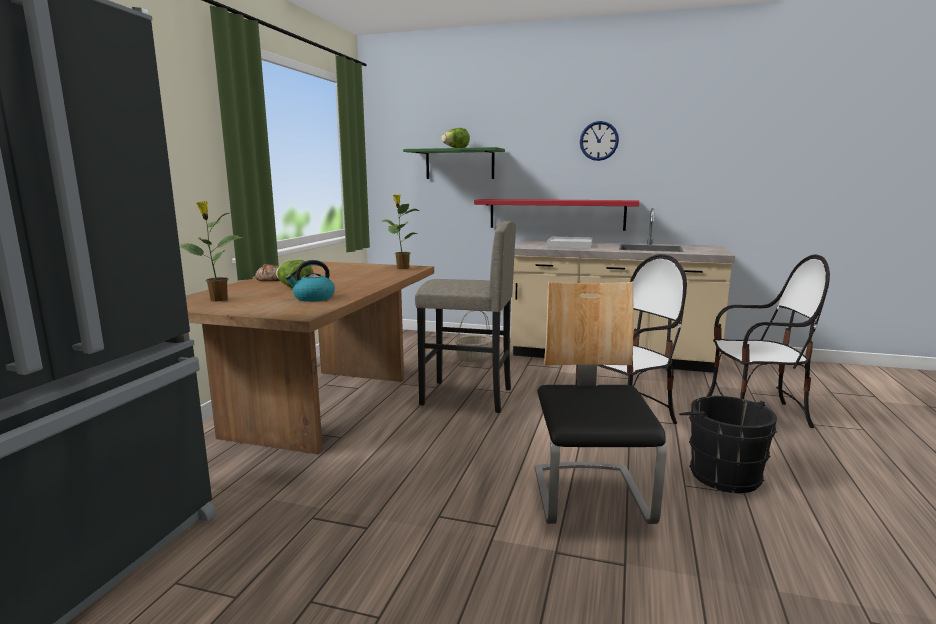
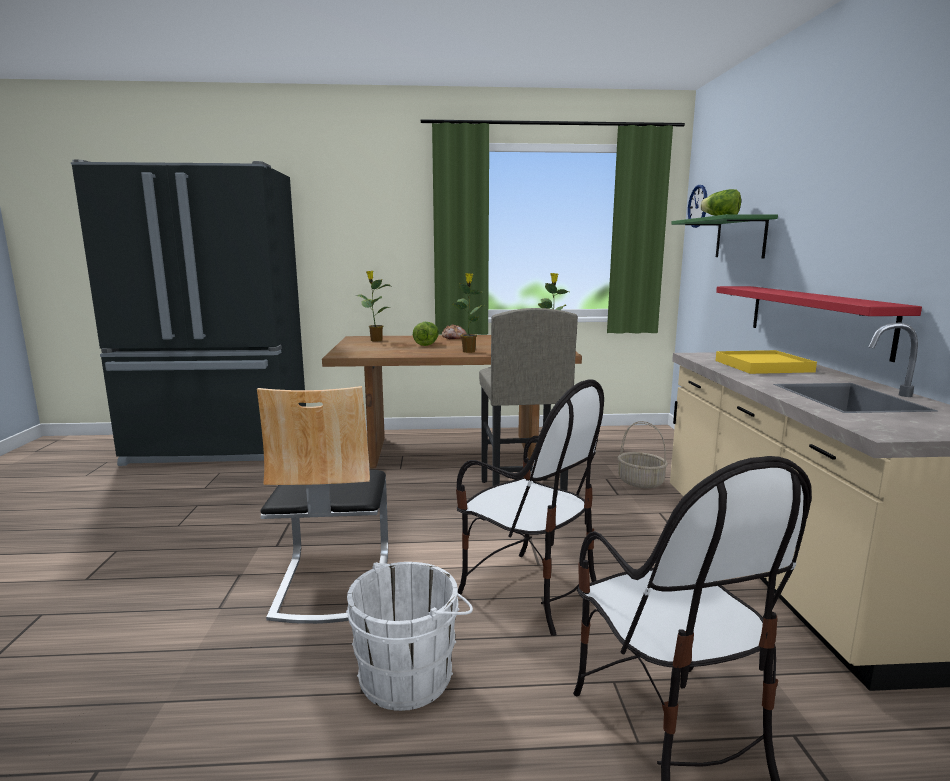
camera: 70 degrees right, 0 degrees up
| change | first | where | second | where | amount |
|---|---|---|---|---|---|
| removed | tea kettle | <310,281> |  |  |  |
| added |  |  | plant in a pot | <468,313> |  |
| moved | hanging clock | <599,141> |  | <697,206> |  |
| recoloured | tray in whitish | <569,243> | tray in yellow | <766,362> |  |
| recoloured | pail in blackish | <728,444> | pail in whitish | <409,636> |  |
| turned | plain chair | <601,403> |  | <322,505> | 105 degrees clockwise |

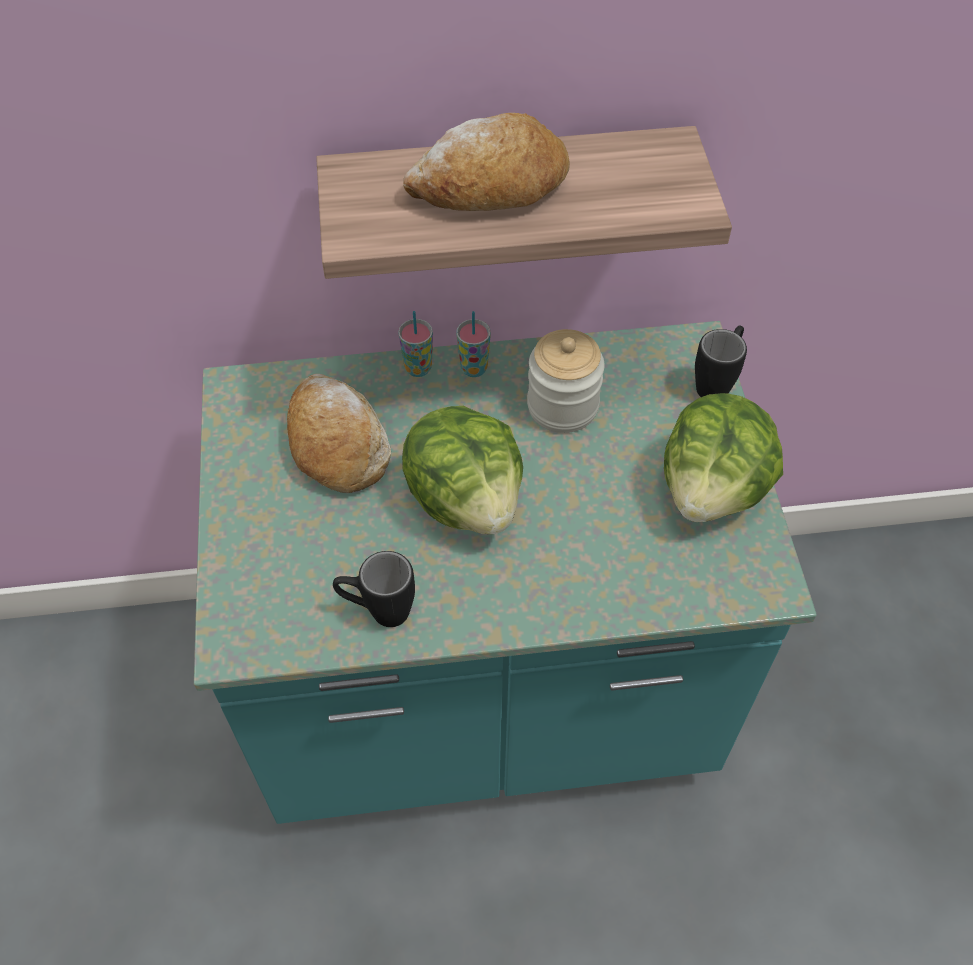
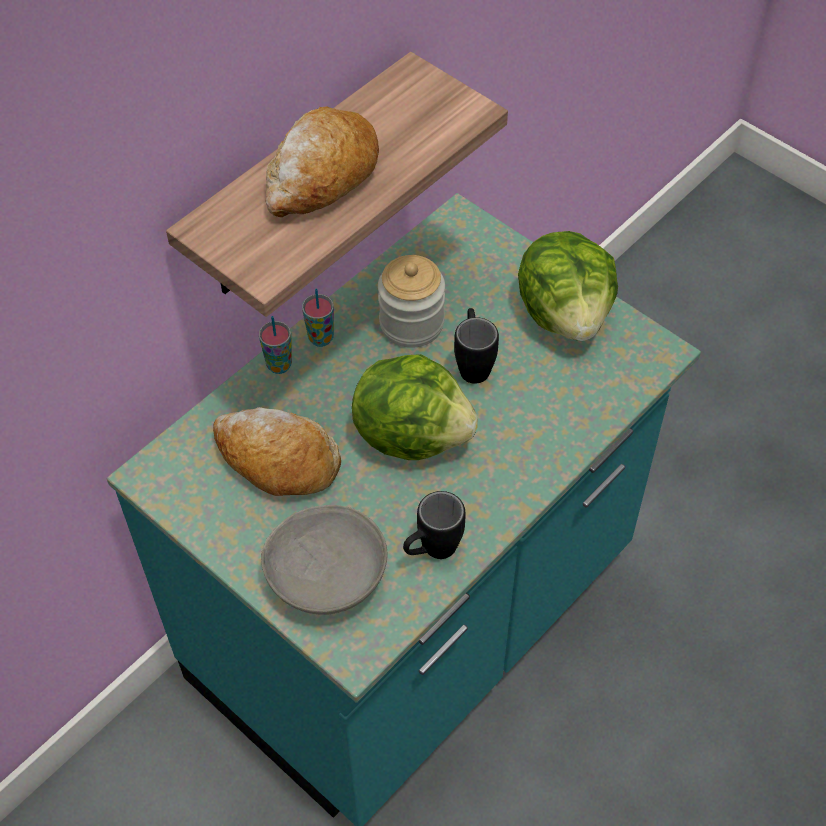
camera: 40 degrees left, 0 degrees up
| change | first | where | second | where | amount |
|---|---|---|---|---|---|
| added |  |  | bowl in greyish | <324,560> |  |
| moved | mug in blackish | <721,361> |  | <476,346> |  |

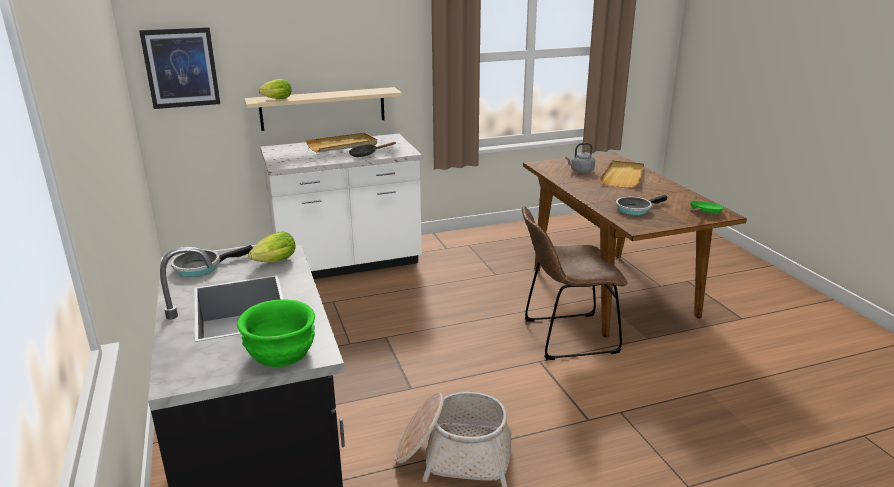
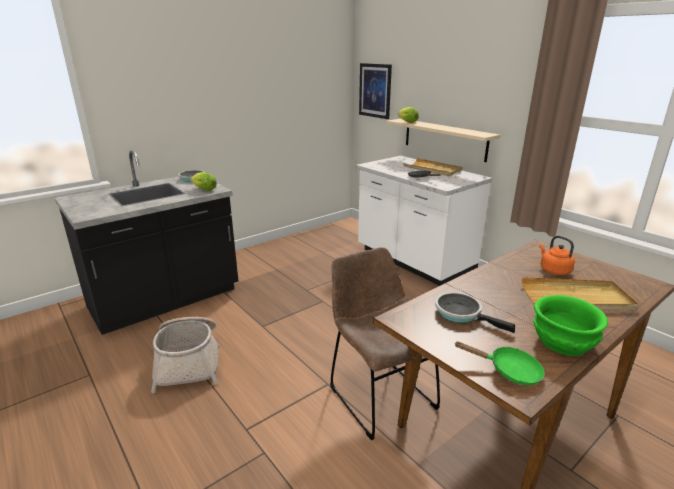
camera: 70 degrees right, 0 degrees up
| change | first | where | second | where | amount |
|---|---|---|---|---|---|
| moved | bowl in green | <276,333> |  | <570,325> |  |
| recoloured | tea kettle in greyish | <580,158> | tea kettle in orange | <557,255> |  |

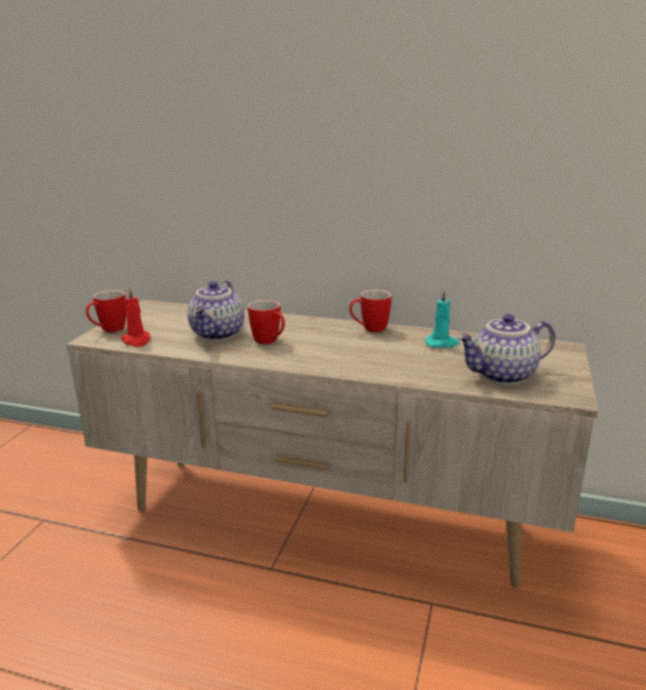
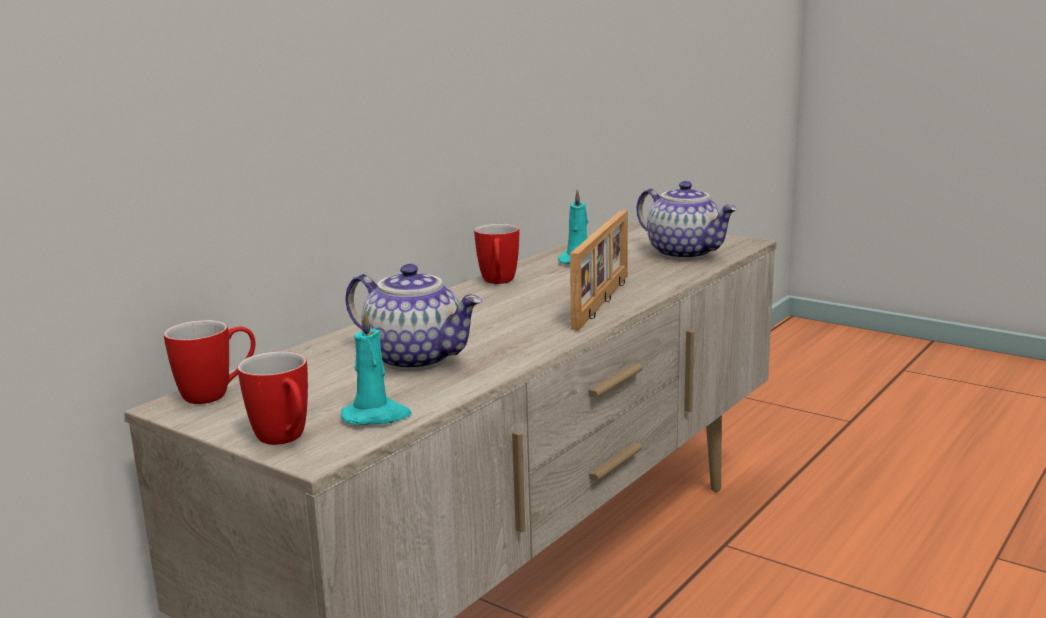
camera: 70 degrees left, 5 degrees down
| change | first | where | second | where | amount |
|---|---|---|---|---|---|
| added |  |  | photo frame | <599,270> |  |
| moved | mug | <266,322> |  | <209,362> |  |
| recoloured | wax candle in red | <136,317> | wax candle in turquoise-coloured | <376,367> |  |
| turned | pot for tea | <506,349> |  | <686,220> | 45 degrees counterclockwise |

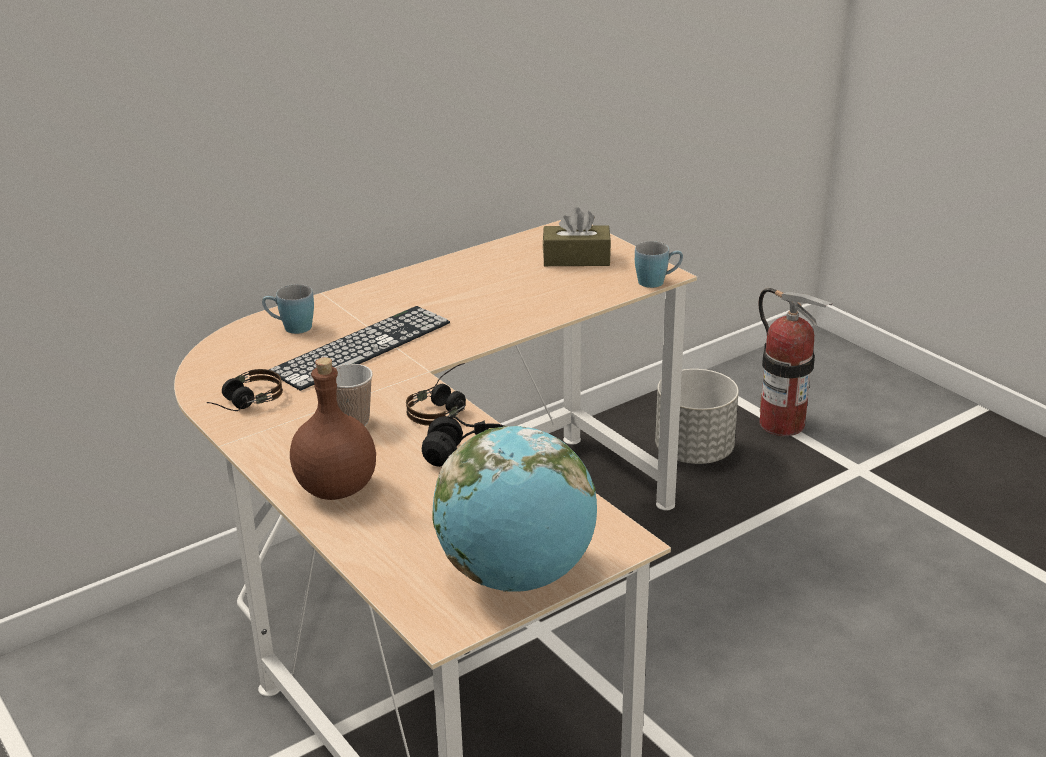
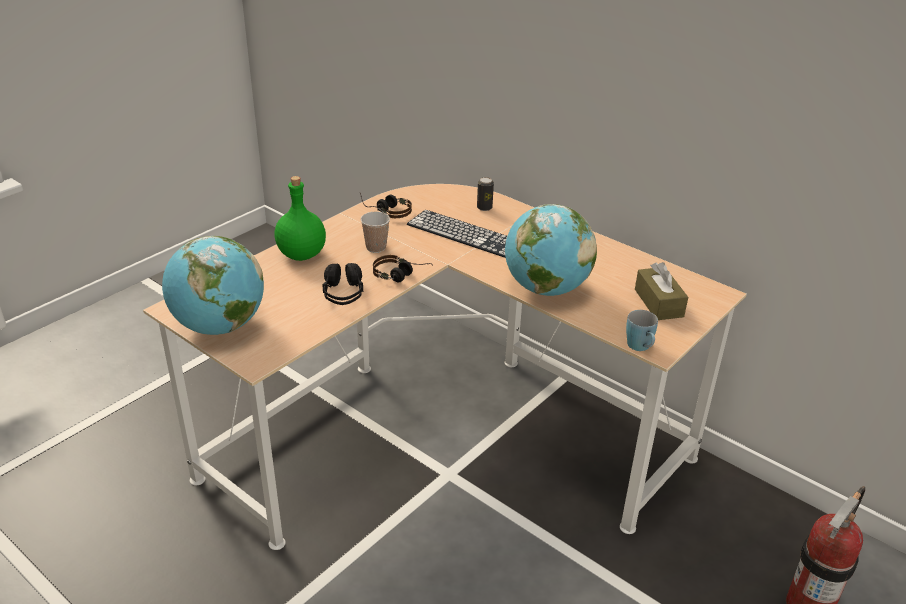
camera: 75 degrees right, 5 degrees up
| change | first | where | second | where | amount |
|---|---|---|---|---|---|
| removed | plant pot in greyish | <697,416> |  |  |  |
| added |  |  | globe | <551,250> |  |
| replaced | mug in bluish | <288,309> | metal can | <485,194> |  |
| recoloured | drink bottle in brown-coloured | <333,428> | drink bottle in green | <300,218> |  |

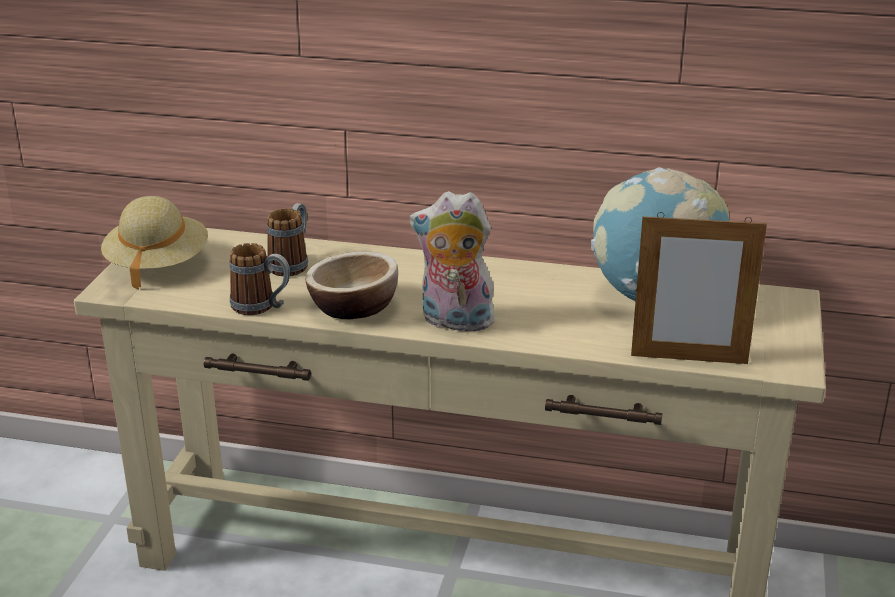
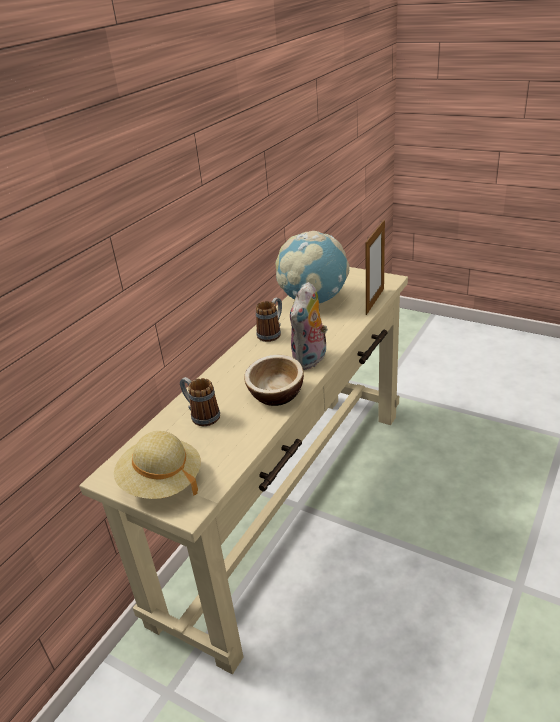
camera: 70 degrees left, 5 degrees up
| change | first | where | second | where | amount |
|---|---|---|---|---|---|
| moved | mug | <259,279> |  | <269,320> |  |

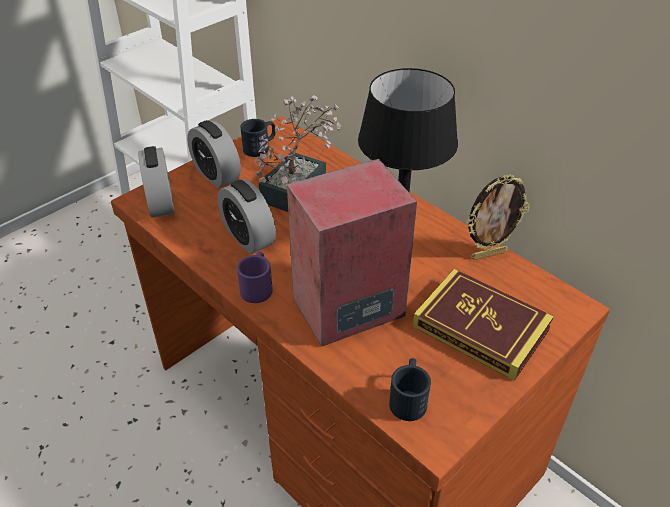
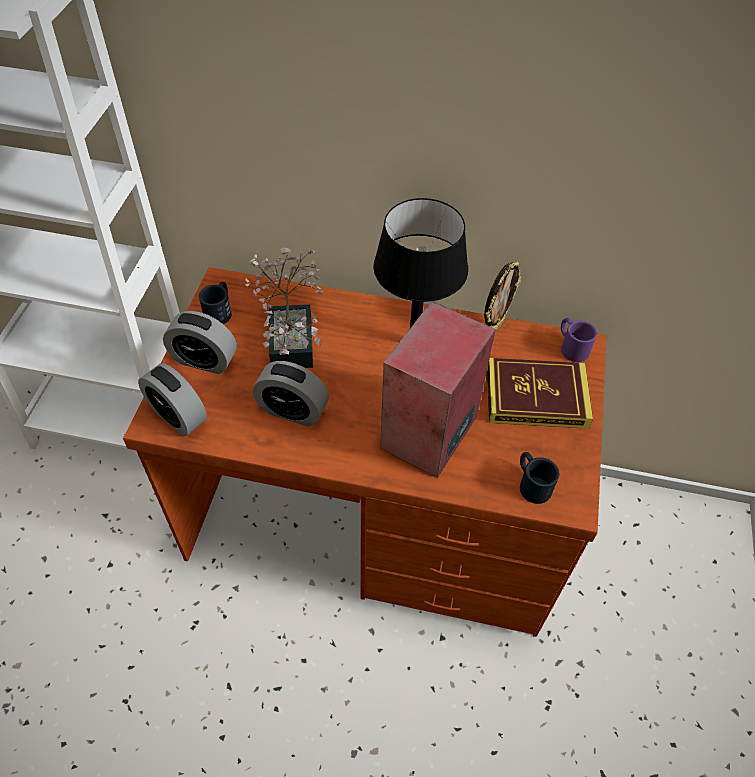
camera: 35 degrees left, 10 degrees up
| change | first | where | second | where | amount |
|---|---|---|---|---|---|
| moved | mug in purple | <255,277> |  | <579,340> |  |

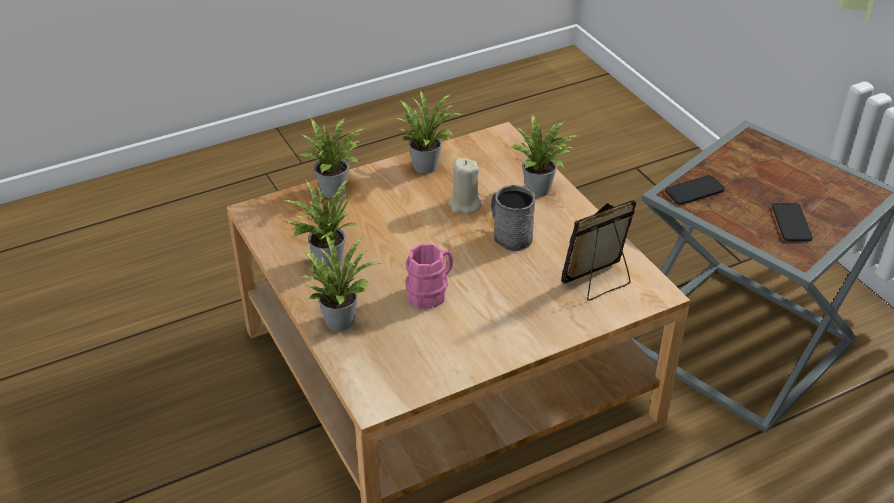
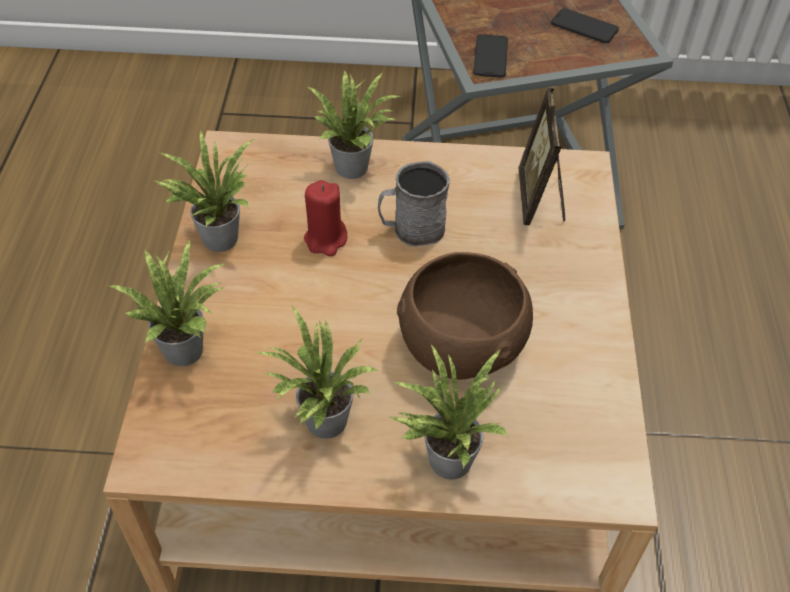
camera: 60 degrees left, 10 degrees up
| change | first | where | second | where | amount |
|---|---|---|---|---|---|
| replaced | mug in pink | <429,276> | bowl in brown-coloured | <465,316> |  |
| recoloured | wax candle in beige | <465,185> | wax candle in red | <325,218> |  |

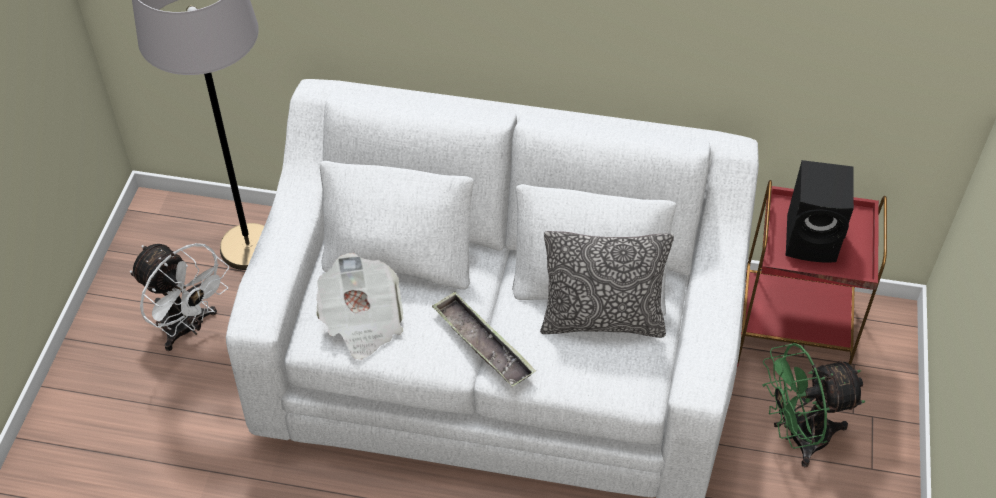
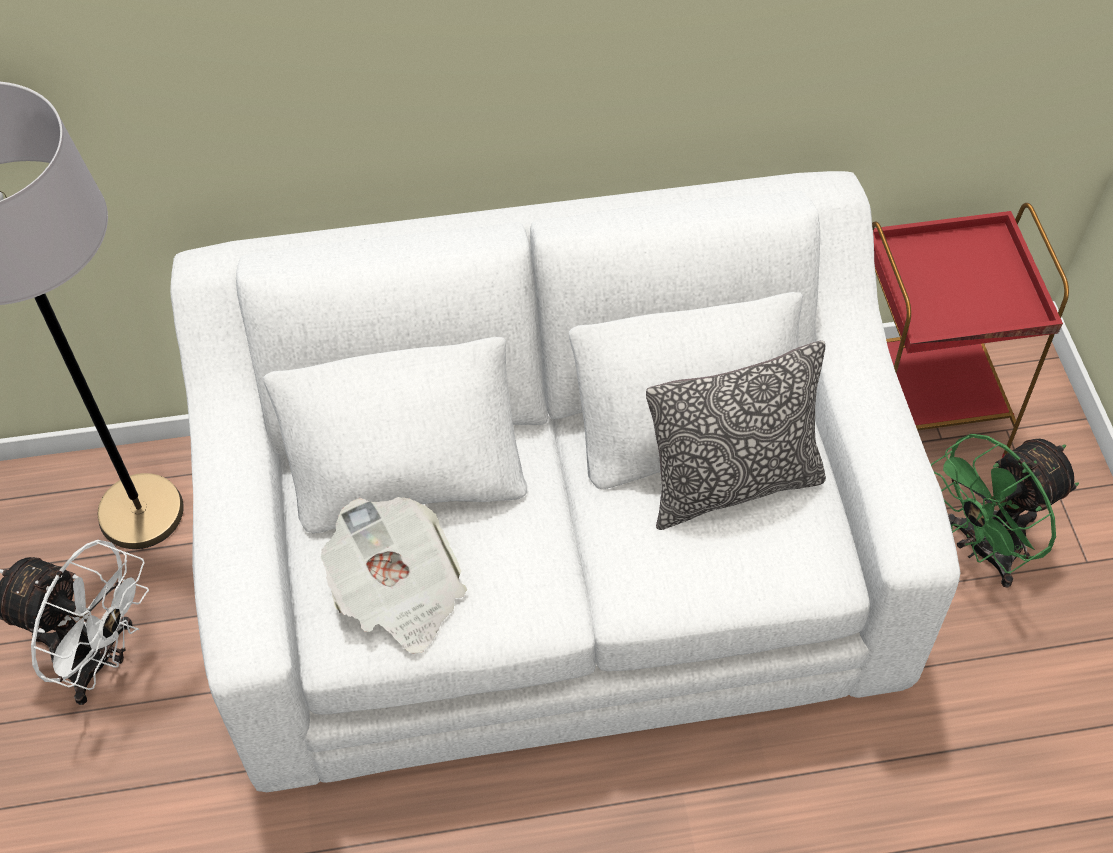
camera: 20 degrees left, 5 degrees up
| change | first | where | second | where | amount |
|---|---|---|---|---|---|
| removed | tray | <484,339> |  |  |  |
| removed | audio speaker in blackish | <820,211> |  |  |  |

